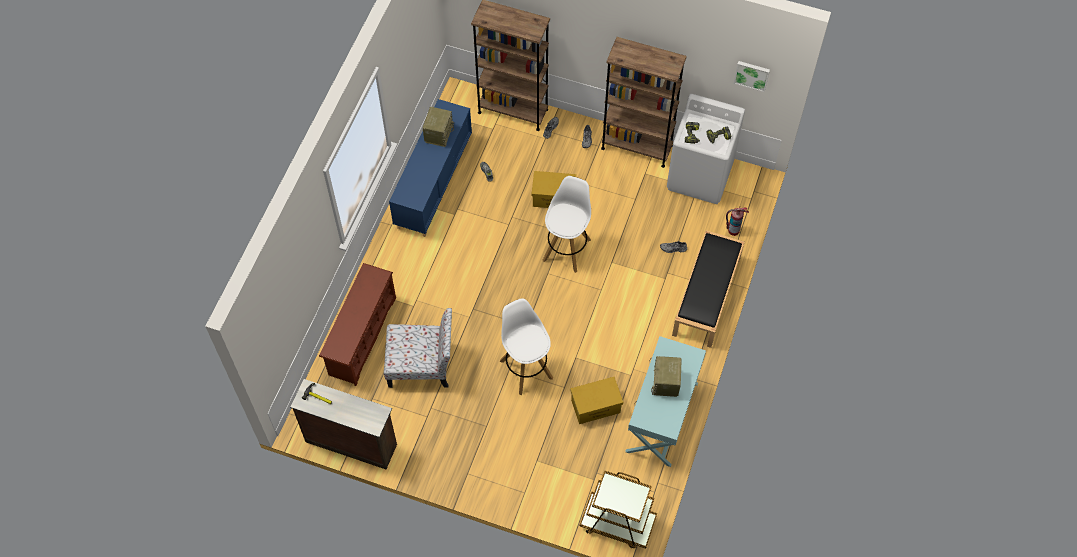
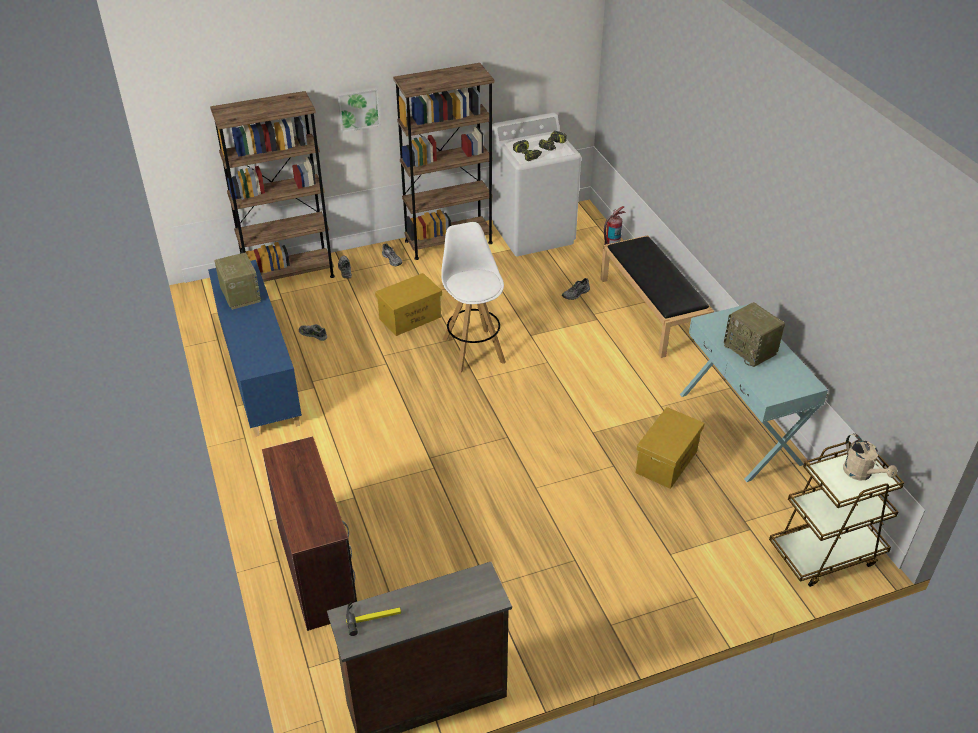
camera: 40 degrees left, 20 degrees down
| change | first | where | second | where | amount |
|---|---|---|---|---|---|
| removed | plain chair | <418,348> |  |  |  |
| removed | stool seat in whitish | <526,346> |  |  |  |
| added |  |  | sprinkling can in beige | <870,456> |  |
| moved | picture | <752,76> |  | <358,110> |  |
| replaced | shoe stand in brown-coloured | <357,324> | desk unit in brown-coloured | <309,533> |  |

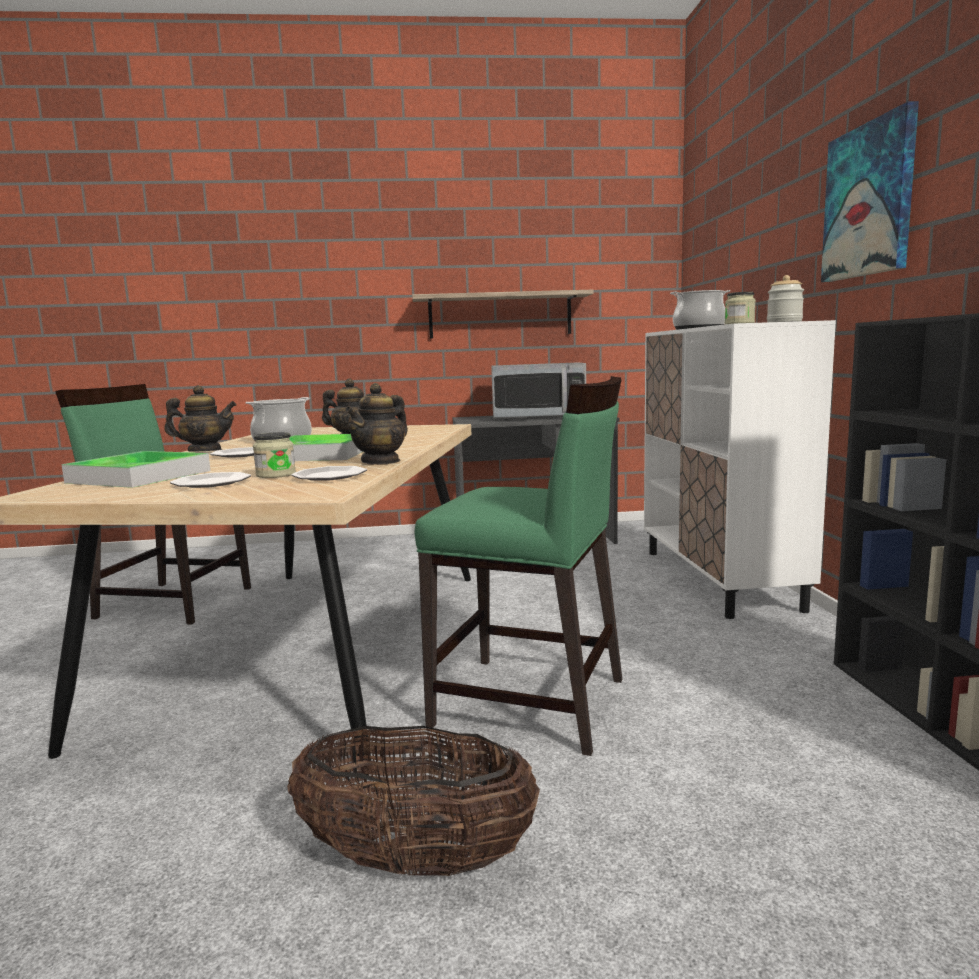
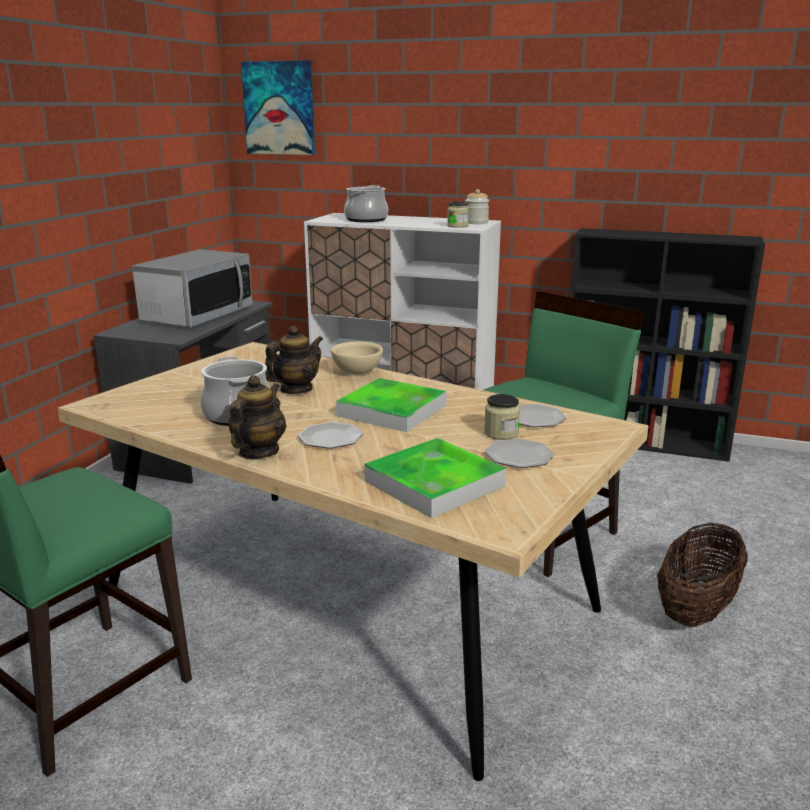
camera: 65 degrees left, 10 degrees up
| change | first | where | second | where | amount |
|---|---|---|---|---|---|
| removed | pot for tea | <376,424> |  |  |  |
| removed | bracket shelf | <502,314> |  |  |  |
| added |  |  | bowl in beige | <357,358> |  |
| moved | picture | <870,191> |  | <278,107> |  |

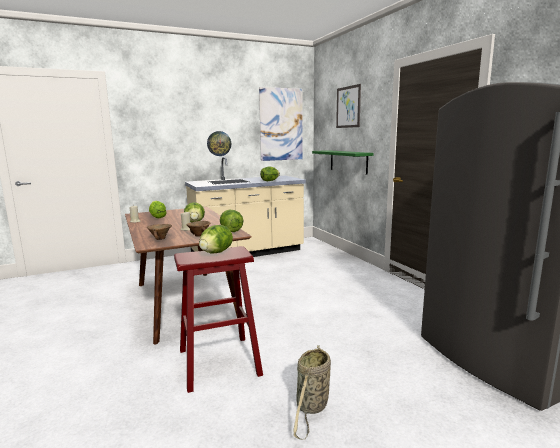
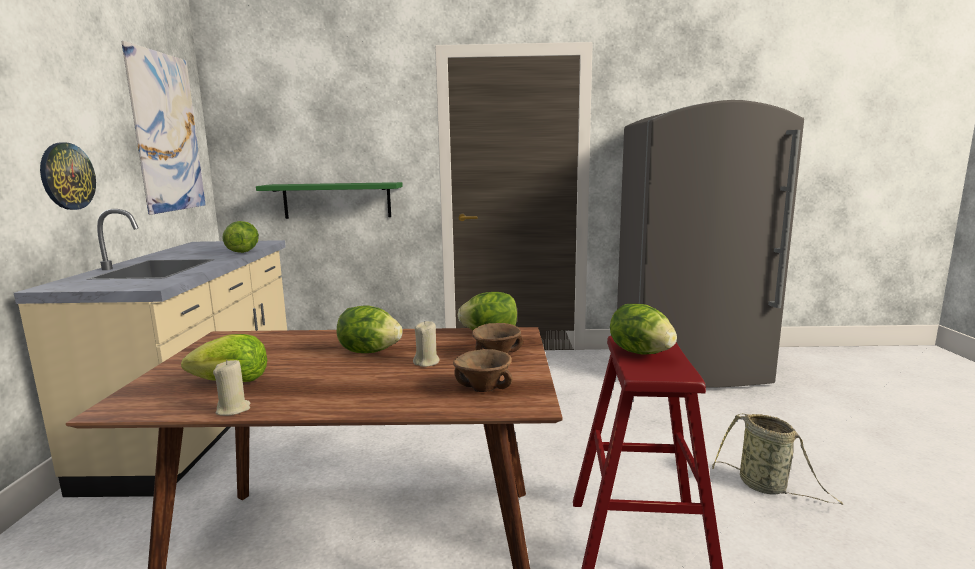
camera: 65 degrees left, 0 degrees up
| change | first | where | second | where | amount |
|---|---|---|---|---|---|
| removed | picture | <348,106> |  |  |  |

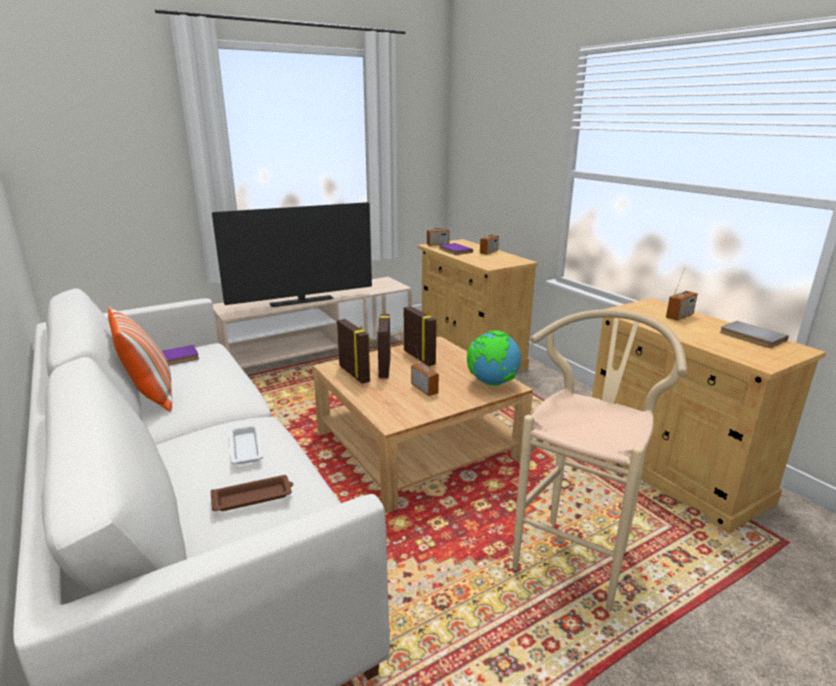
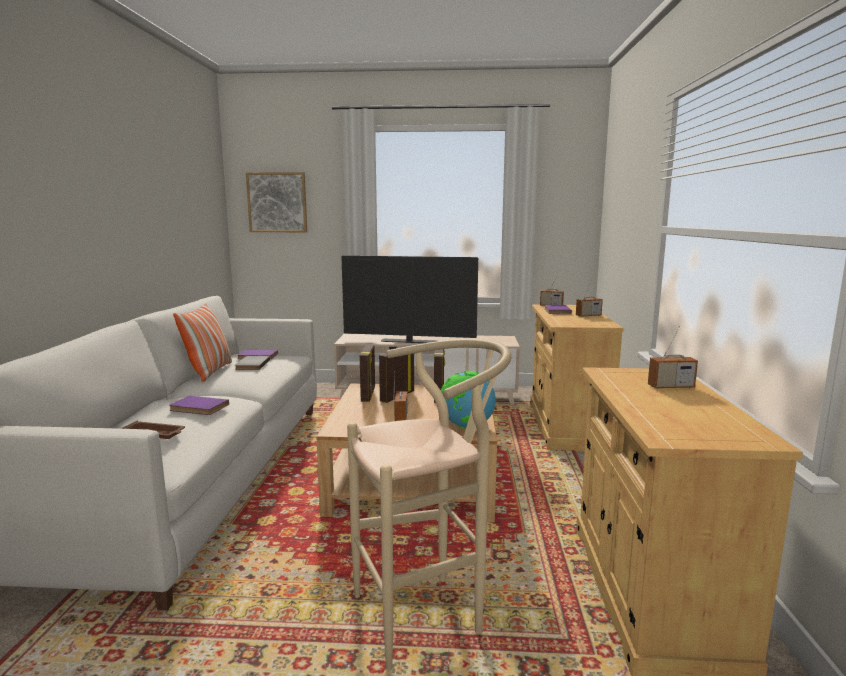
camera: 35 degrees right, 10 degrees down
| change | first | where | second | where | amount |
|---|---|---|---|---|---|
| added |  |  | picture | <276,202> |  |
| moved | book in greyish | <754,334> |  | <252,363> |  |
| replaced | tray in whitish | <246,444> | book in purple | <199,405> |  |

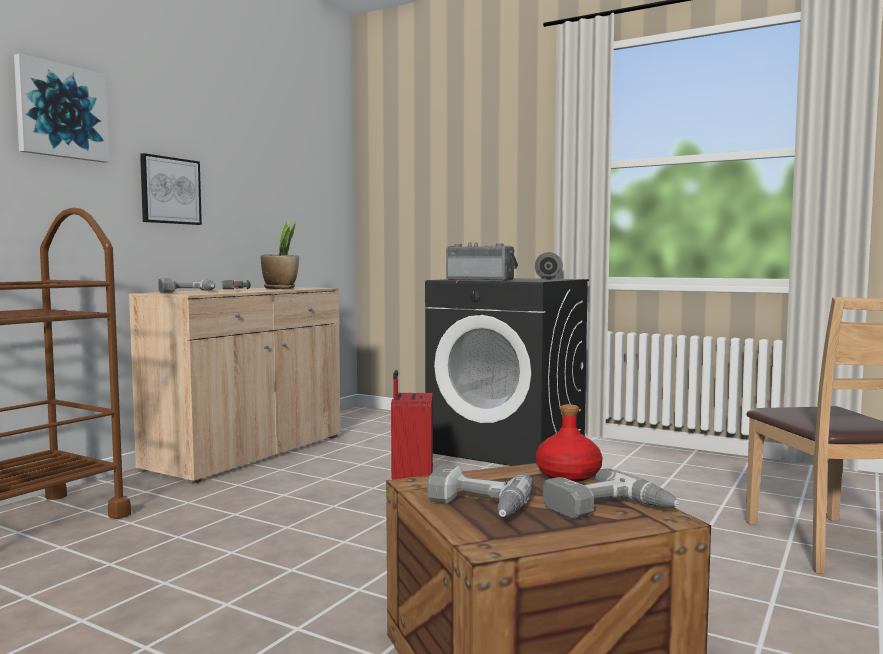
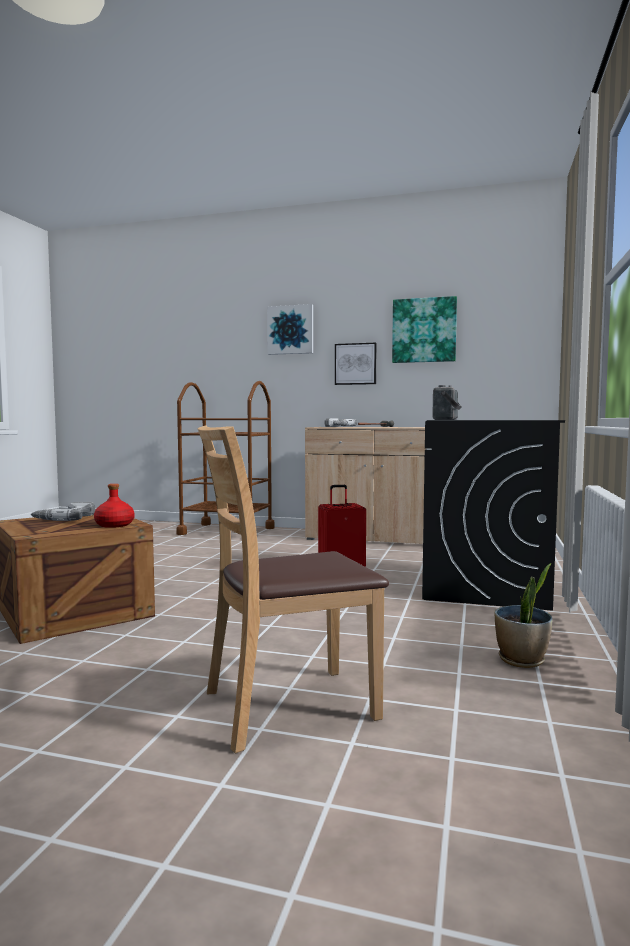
camera: 75 degrees right, 0 degrees up
| change | first | where | second | where | amount |
|---|---|---|---|---|---|
| removed | dumbbell in greyish | <549,266> |  |  |  |
| removed | power drill | <611,493> |  |  |  |
| added |  |  | picture | <424,329> |  |
| moved | plant in a pot | <280,254> |  | <523,615> |  |

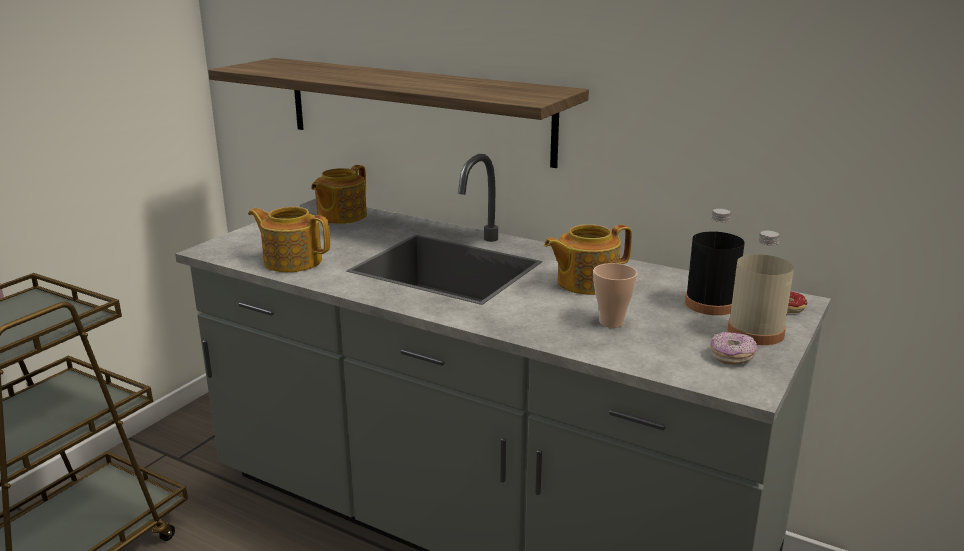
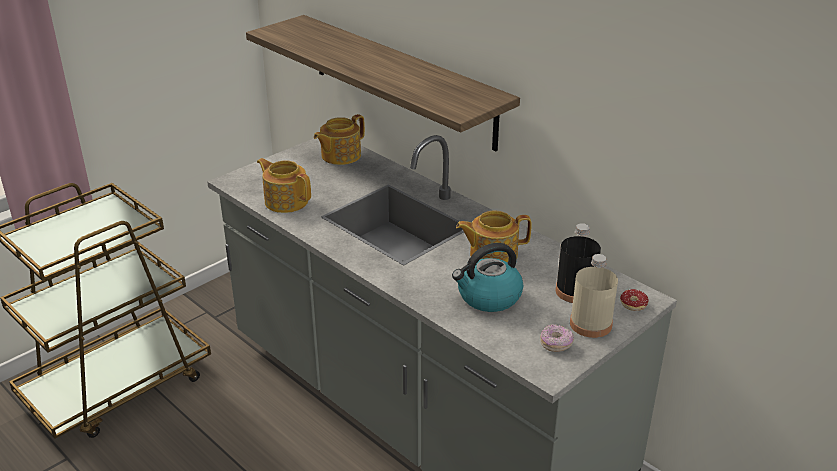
camera: 15 degrees right, 10 degrees up
| change | first | where | second | where | amount |
|---|---|---|---|---|---|
| replaced | drinking cup | <615,295> | tea kettle | <487,277> |  |

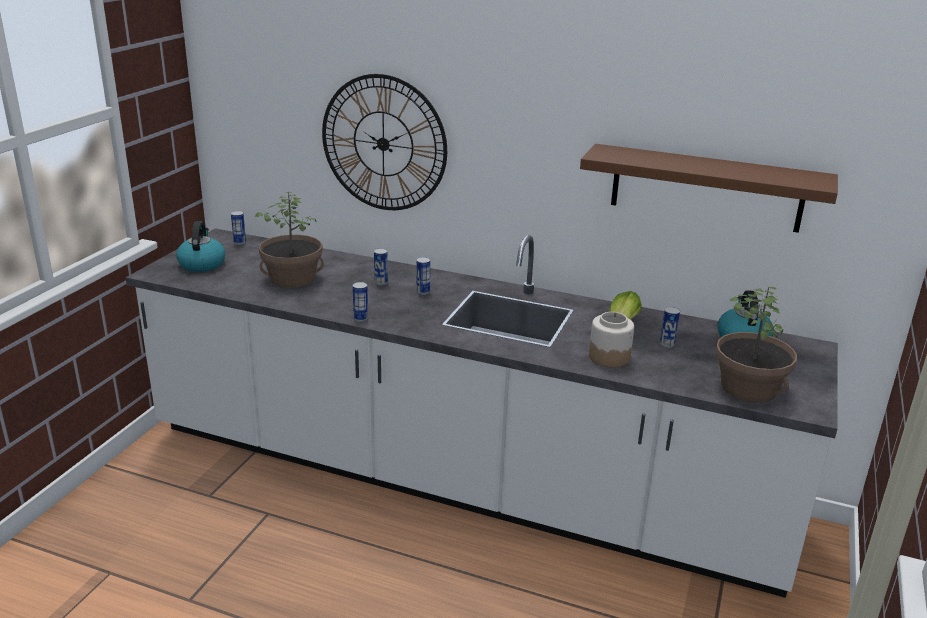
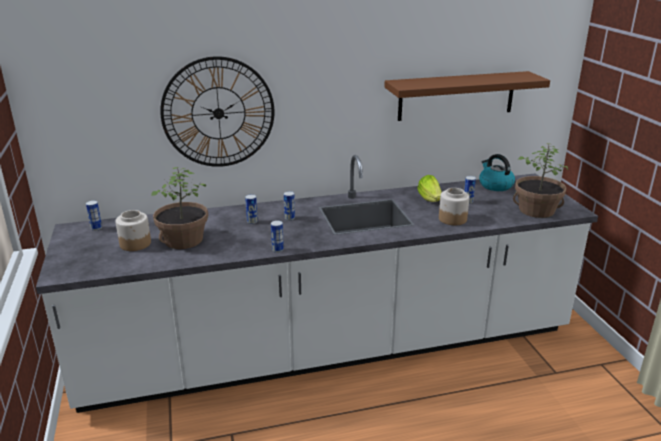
camera: 35 degrees left, 0 degrees up
| change | first | where | second | where | amount |
|---|---|---|---|---|---|
| removed | tea kettle | <200,246> |  |  |  |
| added |  |  | storage jar | <133,230> |  |

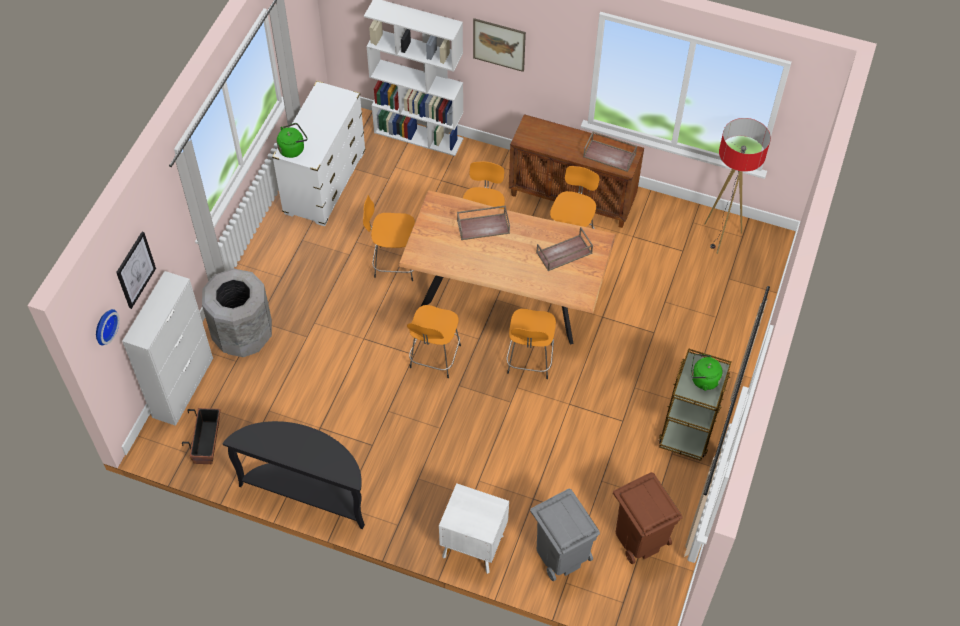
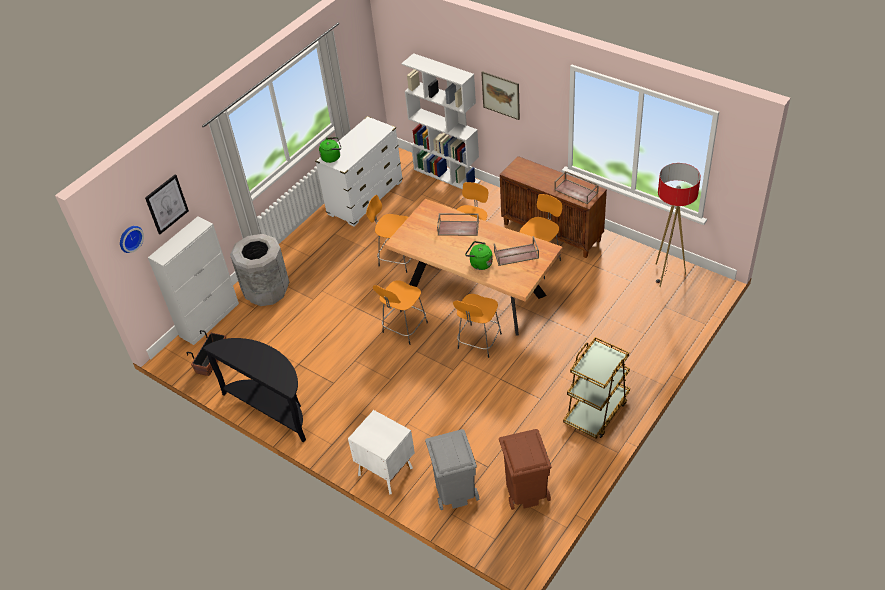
camera: 20 degrees right, 10 degrees down
| change | first | where | second | where | amount |
|---|---|---|---|---|---|
| moved | tea kettle in green | <707,372> |  | <479,255> |  |

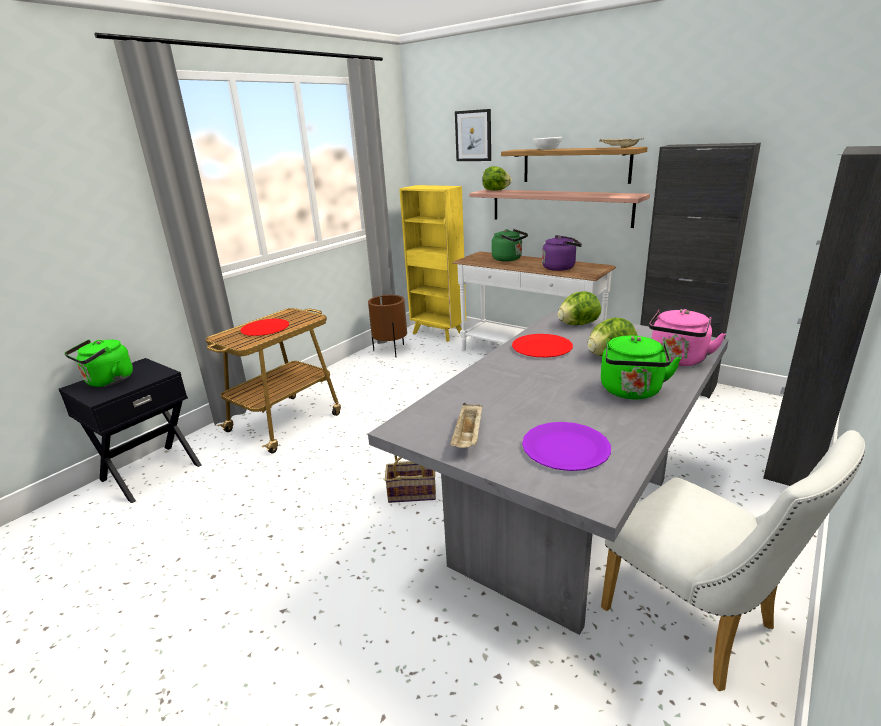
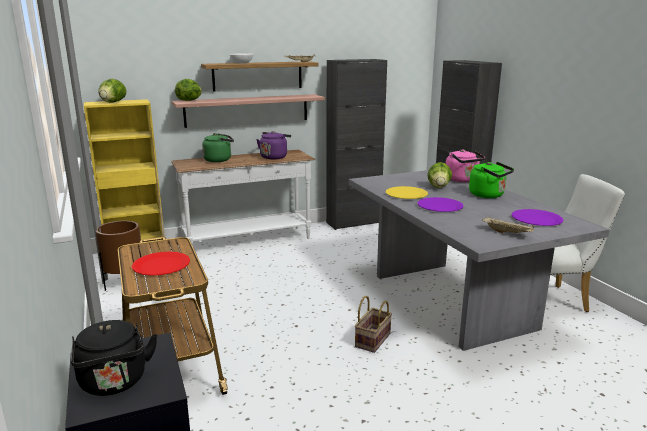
camera: 60 degrees left, 5 degrees down
| change | first | where | second | where | amount |
|---|---|---|---|---|---|
| removed | picture | <473,135> |  |  |  |
| added |  |  | plate in purple | <441,204> |  |
| moved | lettuce | <579,308> |  | <112,90> |  |
| recoloured | tea kettle in green | <98,363> | tea kettle in blackish | <114,358> |  |
| recoloured | plate in red | <542,346> | plate in yellow | <407,192> |  |

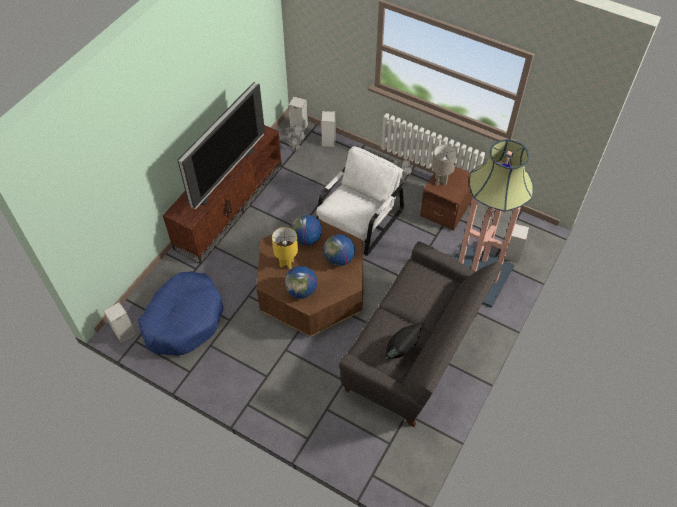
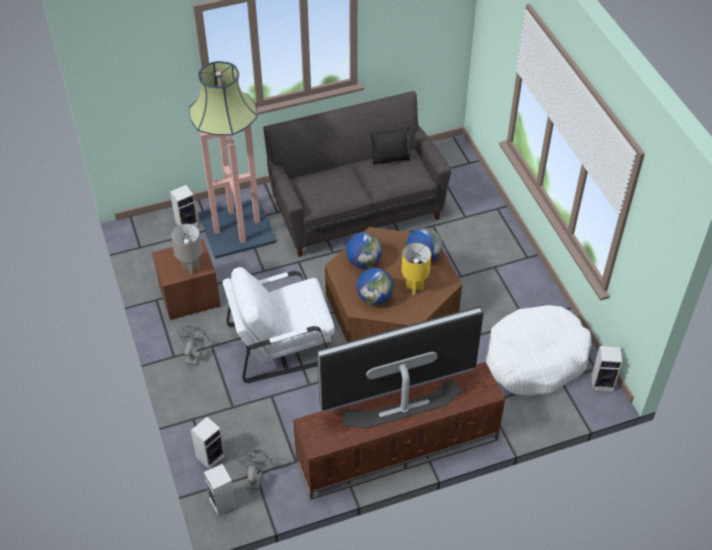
camera: 140 degrees left, 5 degrees down
| change | first | where | second | where | amount |
|---|---|---|---|---|---|
| recoloured | pet bed in bluish | <180,313> | pet bed in whitish | <538,350> |  |

